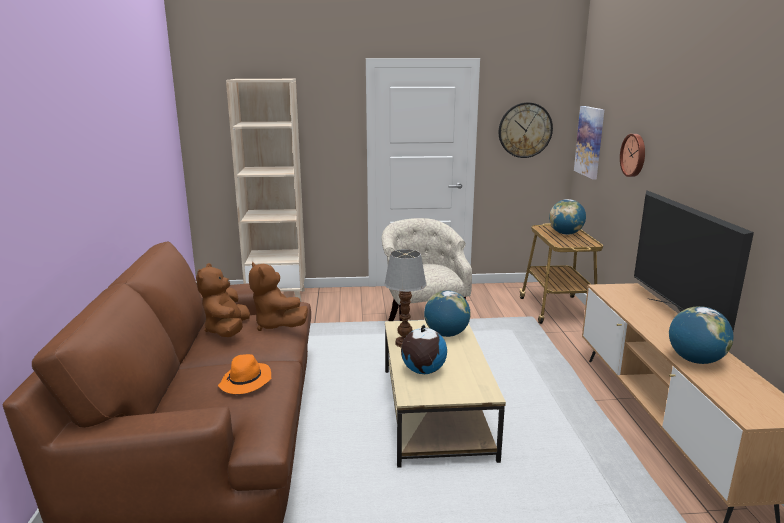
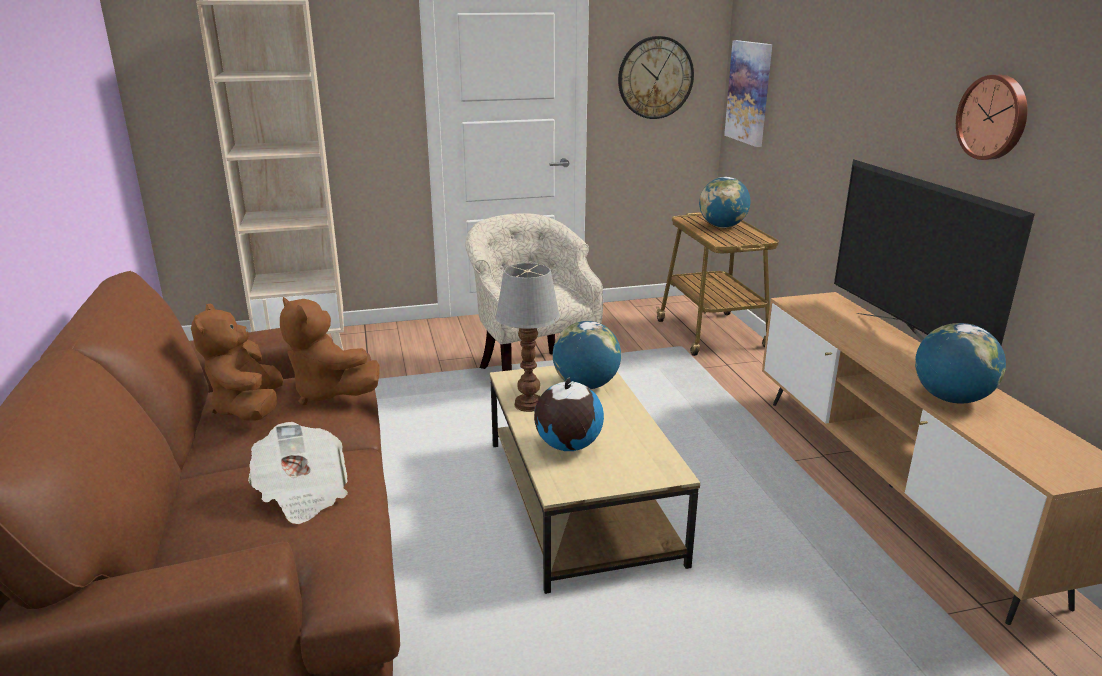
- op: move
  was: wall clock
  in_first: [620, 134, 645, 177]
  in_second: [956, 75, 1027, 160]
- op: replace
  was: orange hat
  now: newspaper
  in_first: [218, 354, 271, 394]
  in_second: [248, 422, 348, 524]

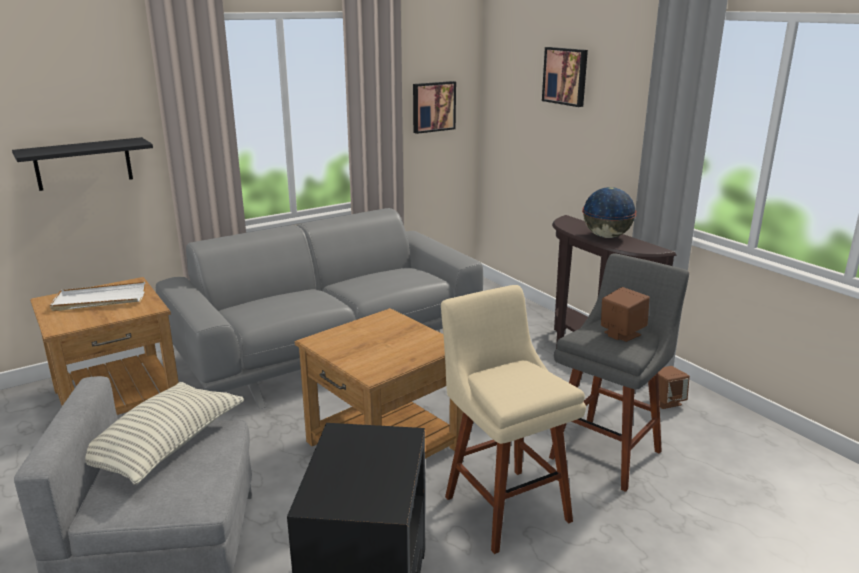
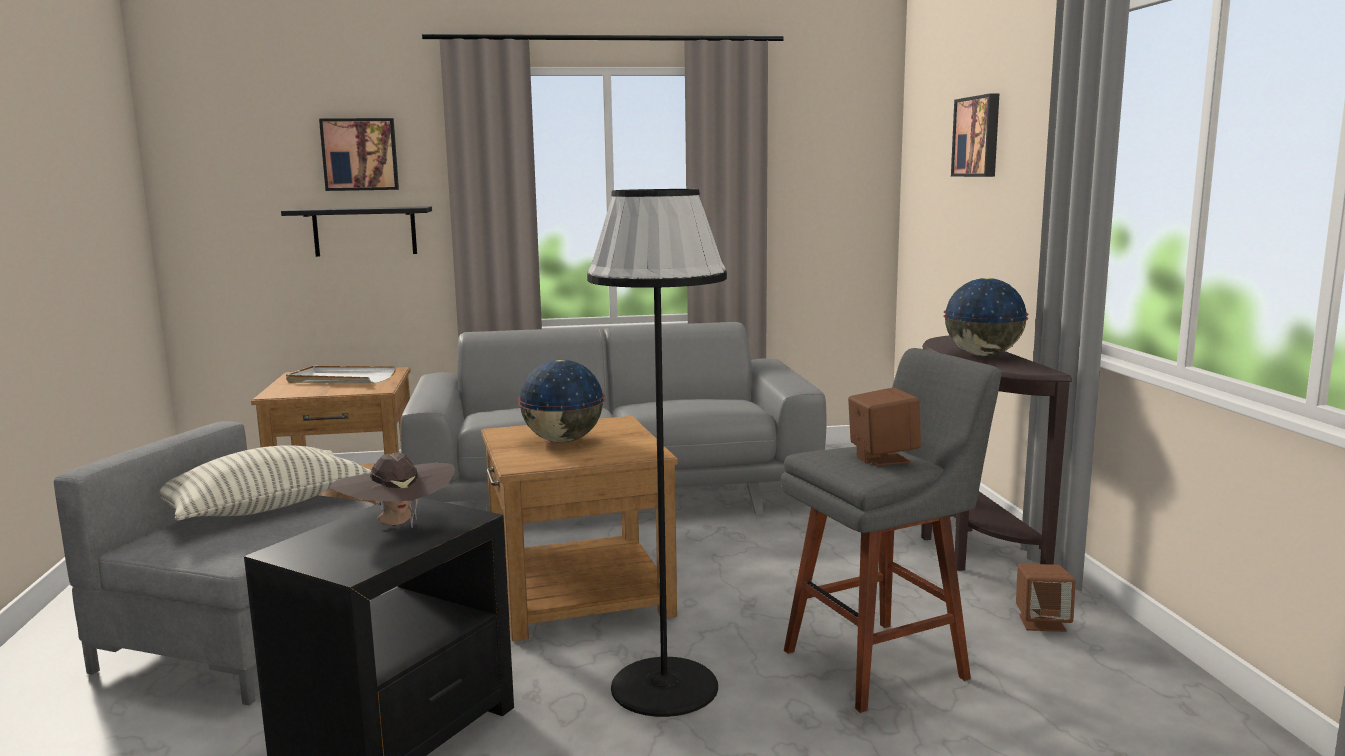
- op: insert
  now: brown hat
  in_second: [330, 452, 455, 527]
- op: insert
  now: globe
  in_second: [518, 359, 605, 442]
- op: move
  was: picture
  in_first: [413, 81, 456, 134]
  in_second: [319, 118, 399, 191]
- op: replace
  was: beige stool
  now: black floor lamp
  in_first: [441, 285, 586, 554]
  in_second: [587, 189, 727, 717]

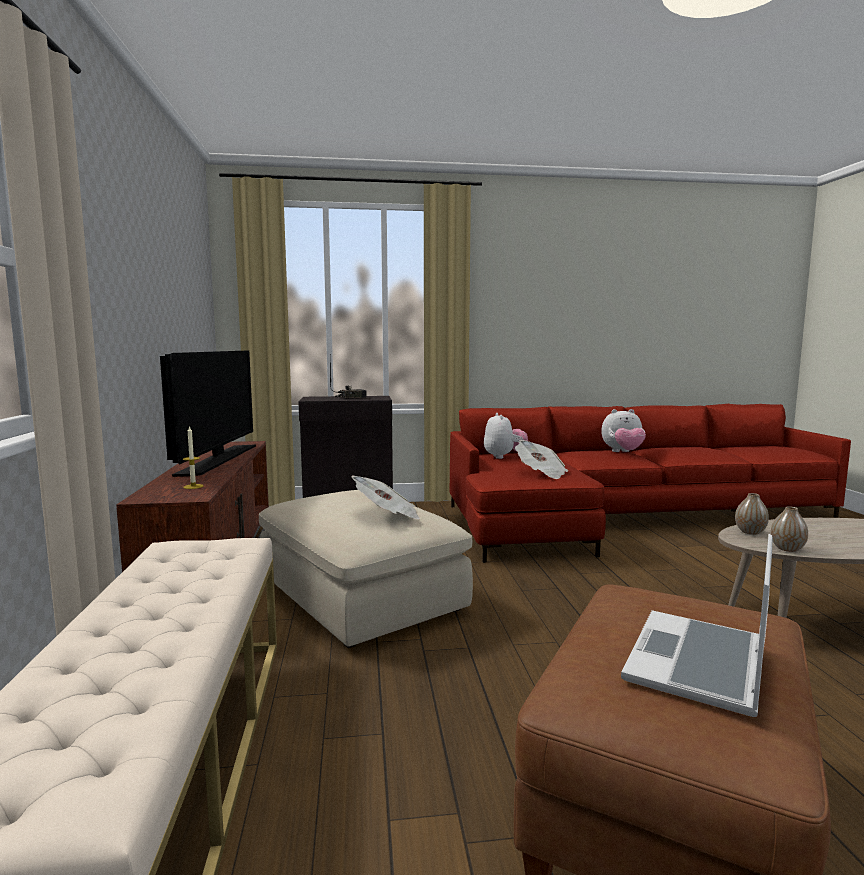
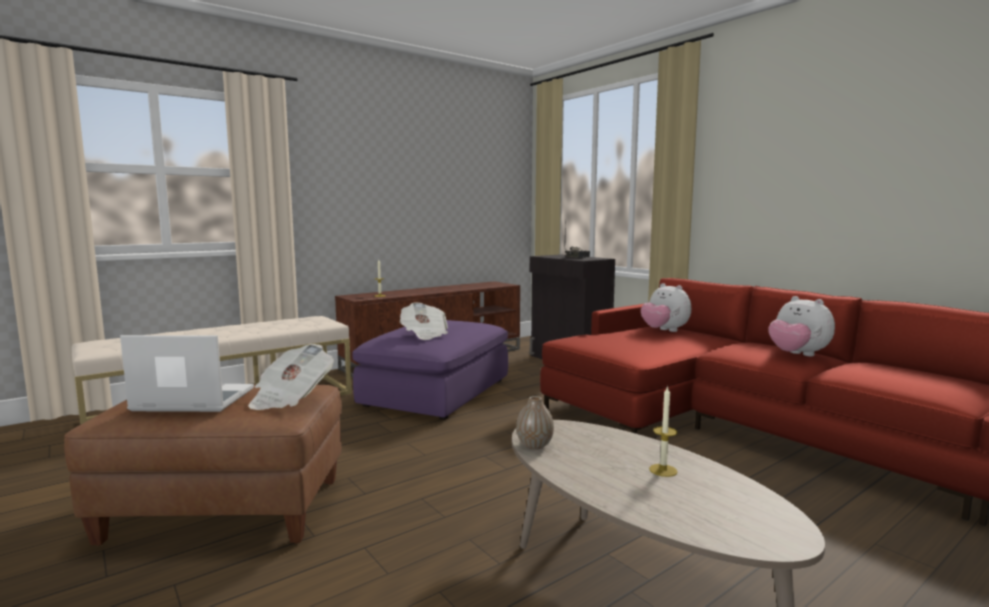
- op: delete
  was: television
  in_first: [160, 350, 256, 477]
- op: delete
  was: vase
  in_first: [735, 493, 769, 535]
- op: insert
  now: candle
  in_second: [649, 386, 677, 477]
- op: move
  was: newspaper
  in_first: [515, 440, 568, 479]
  in_second: [248, 344, 334, 410]
- op: recolor
  was: beige ottoman
  now: purple ottoman
  in_first: [259, 490, 473, 648]
  in_second: [352, 320, 508, 420]
- op: rotate
  was: plush toy
  in_first: [484, 413, 528, 459]
  in_second: [641, 283, 691, 332]
  clockwise: 90

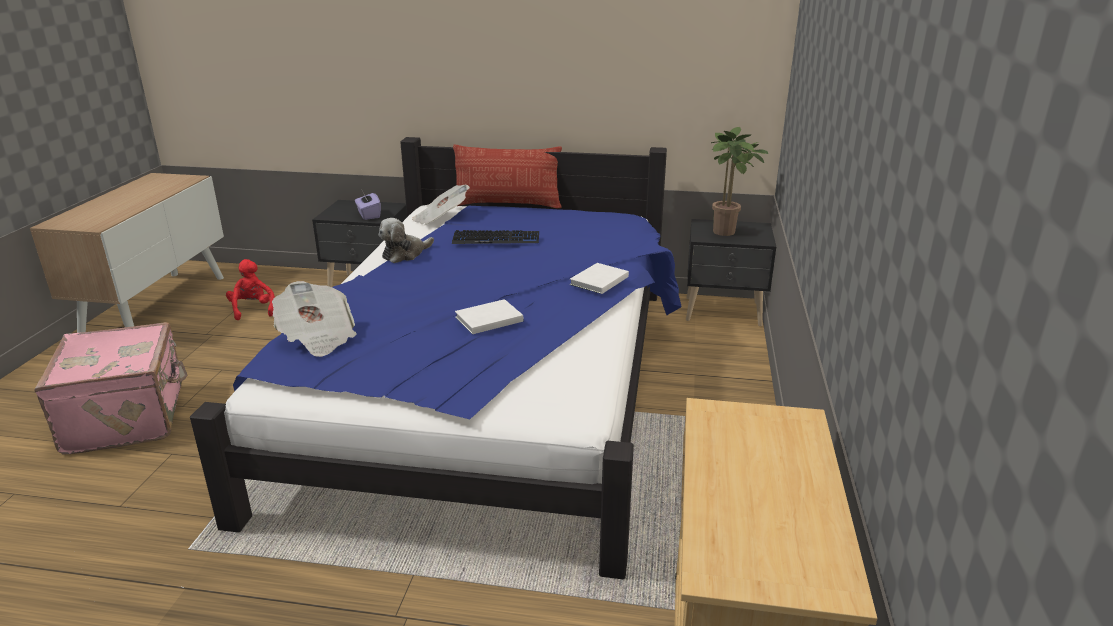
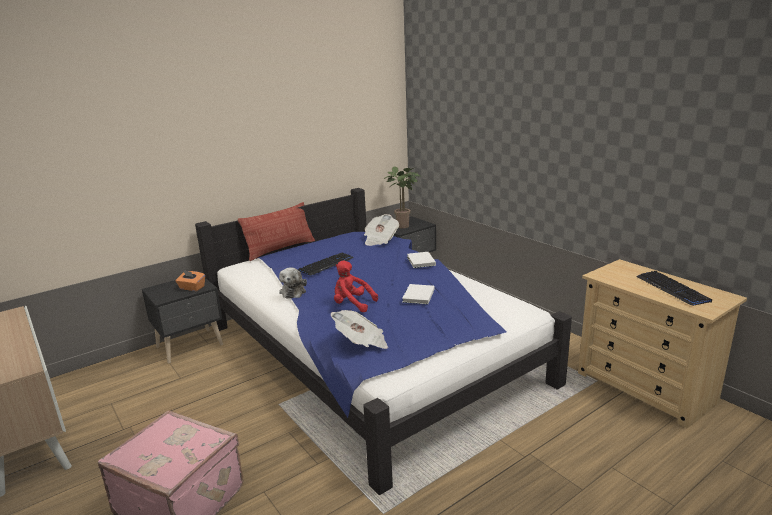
- op: insert
  now: keyboard
  in_second: [636, 271, 712, 306]
- op: move
  was: red plush toy
  in_first: [226, 259, 275, 320]
  in_second: [334, 261, 378, 312]
- op: move
  was: newspaper
  in_first: [412, 185, 470, 225]
  in_second: [364, 214, 399, 246]
- op: recolor
  was: purple tissue box
  now: orange tissue box
  in_first: [355, 193, 381, 220]
  in_second: [175, 270, 205, 291]

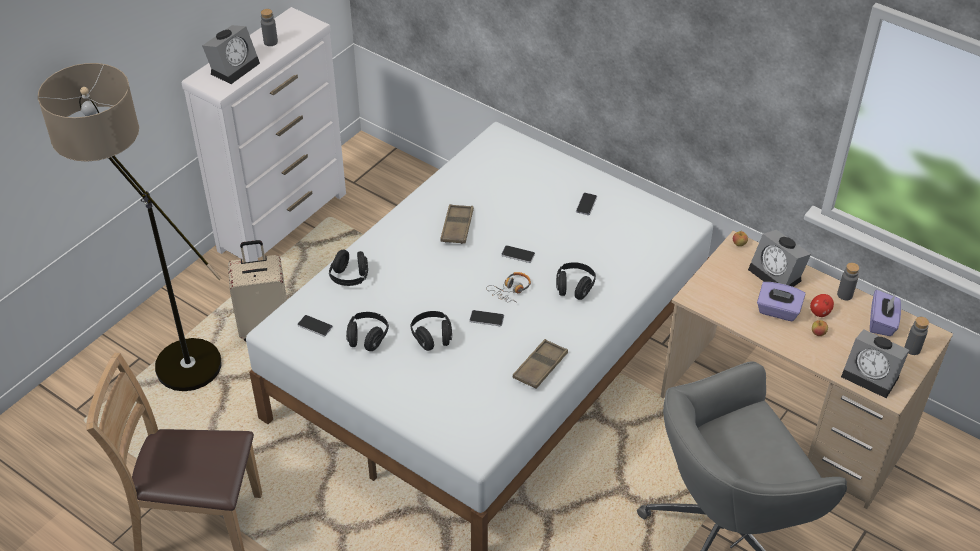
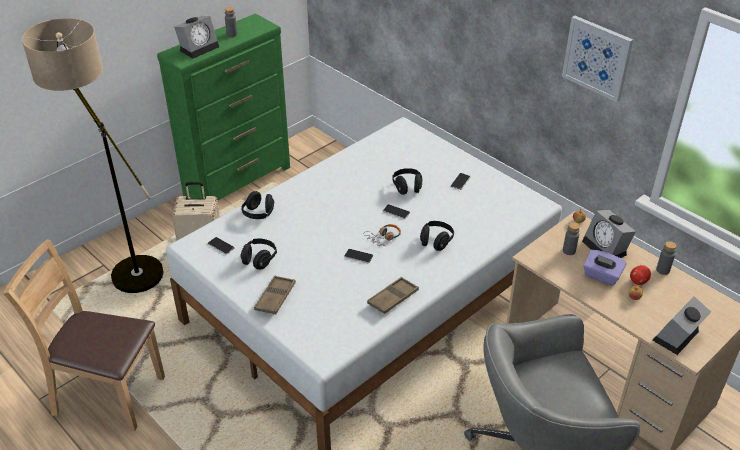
- op: delete
  was: purple tissue box
  in_first: [870, 290, 901, 336]
- op: insert
  now: picture
  in_second: [562, 16, 633, 102]
- op: move
  was: black headphones
  in_first: [410, 311, 452, 351]
  in_second: [392, 168, 422, 195]
- op: move
  was: brown tray
  in_first: [440, 204, 474, 244]
  in_second: [254, 276, 296, 314]
- op: move
  was: grey bottle
  in_first: [904, 317, 929, 355]
  in_second: [563, 222, 580, 255]
- op: recolor
  was: white dresser
  now: green dresser
  in_first: [182, 7, 346, 262]
  in_second: [157, 13, 290, 201]
- op: rotate
  was: alarm clock
  in_first: [841, 329, 909, 398]
  in_second: [653, 297, 711, 355]
  clockwise: 90

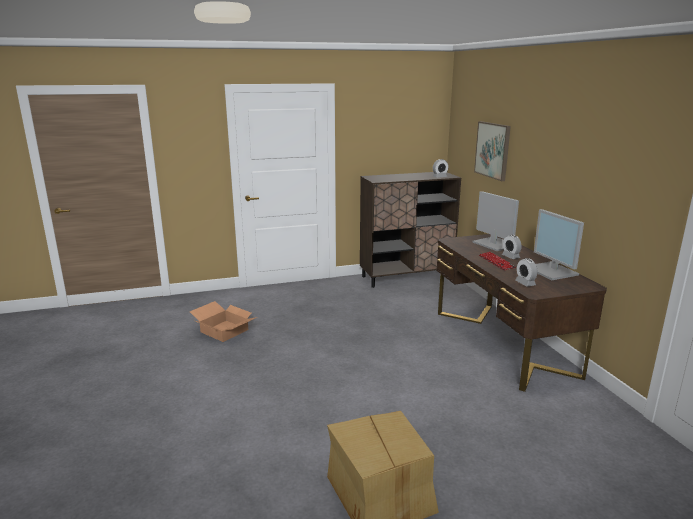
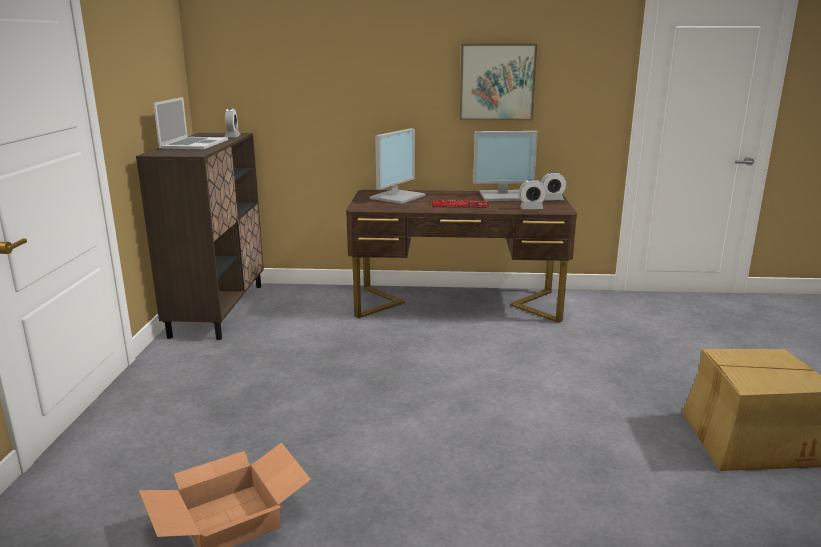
- op: insert
  now: laptop
  in_second: [153, 97, 228, 149]
- op: move
  was: picture
  in_first: [474, 121, 511, 181]
  in_second: [460, 44, 537, 120]
- op: move
  was: alarm clock
  in_first: [502, 235, 522, 259]
  in_second: [541, 172, 566, 201]
- op: rotate
  was: monitor
  in_first: [472, 191, 519, 251]
  in_second: [370, 128, 426, 204]
  clockwise: 135

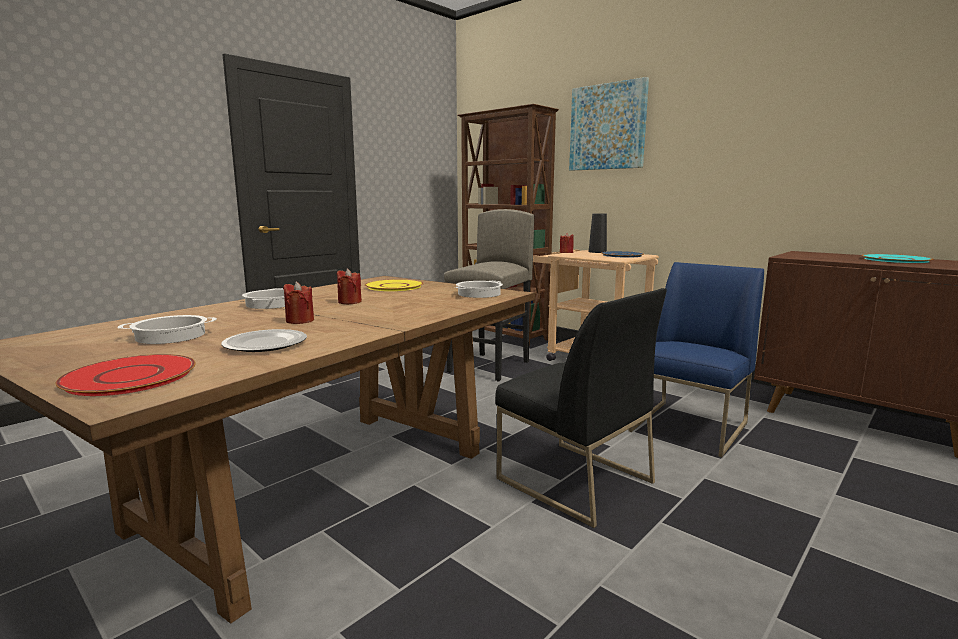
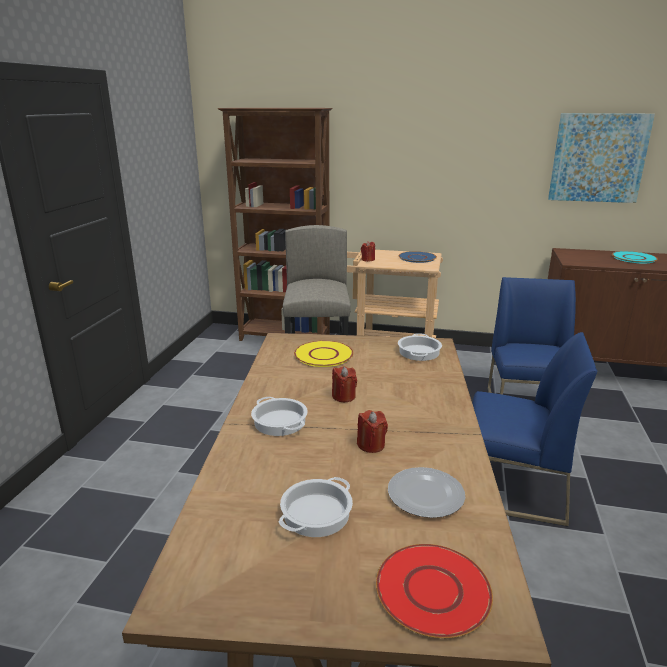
- op: delete
  was: black vase
  in_first: [589, 213, 607, 253]
- op: move
  was: picture
  in_first: [569, 77, 649, 171]
  in_second: [548, 113, 655, 203]
- op: recolor
  was: black chair
  now: blue chair
  in_first: [495, 288, 667, 528]
  in_second: [473, 332, 598, 526]

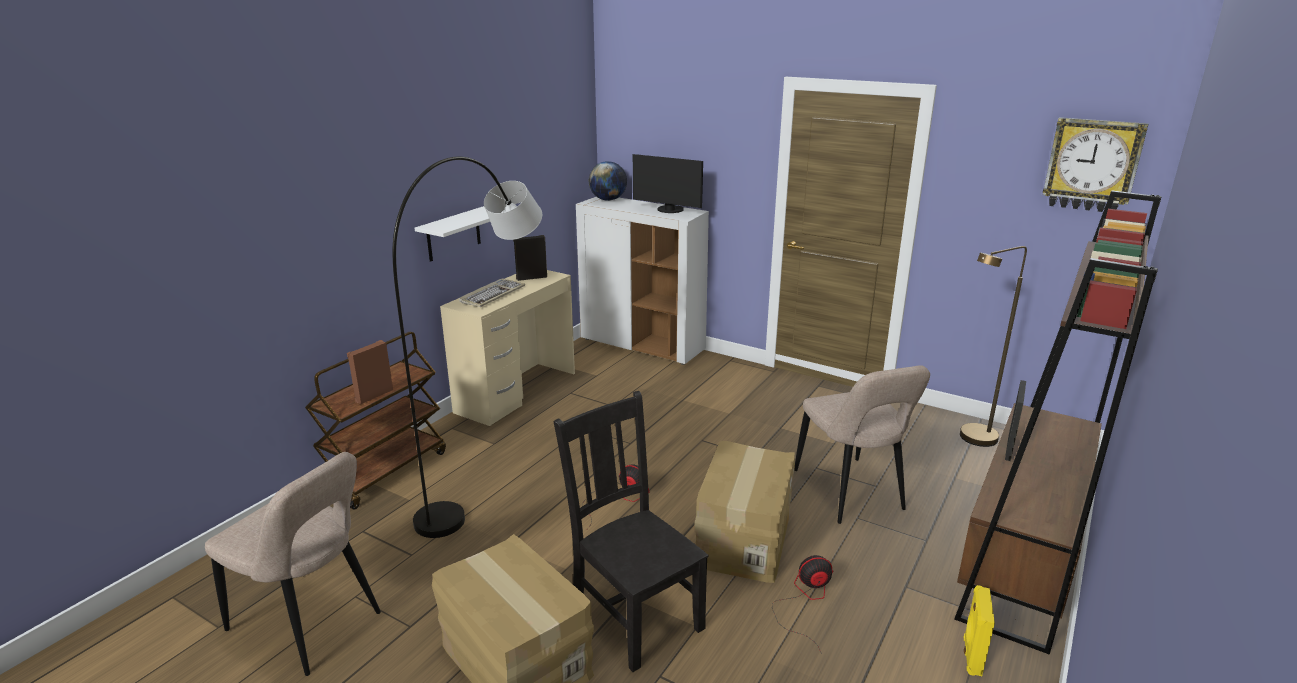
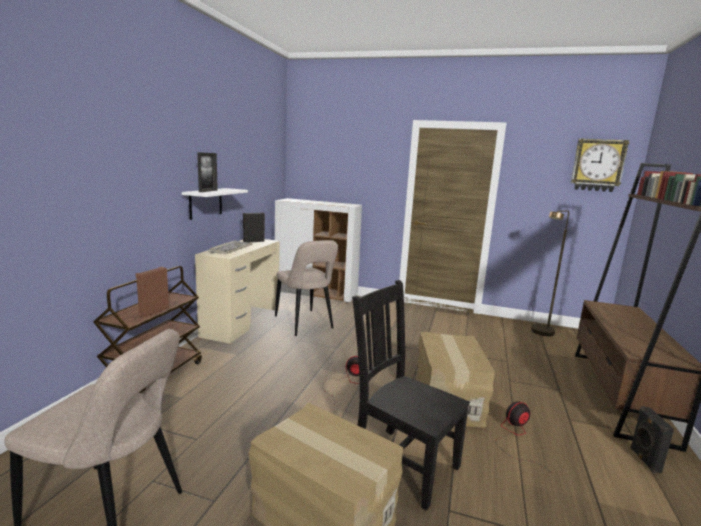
- op: delete
  was: grey floor lamp
  in_first: [393, 157, 542, 538]
- op: delete
  was: globe
  in_first: [589, 161, 627, 201]
- op: delete
  was: monitor
  in_first: [633, 154, 703, 213]
- op: move
  was: beige chair
  in_first: [794, 365, 930, 524]
  in_second: [275, 240, 338, 336]
- op: move
  was: picture frame
  in_first: [1005, 380, 1026, 461]
  in_second: [197, 152, 218, 192]
- op: recolor
  was: yellow speaker
  now: black speaker
  in_first: [964, 585, 995, 676]
  in_second: [630, 406, 674, 473]

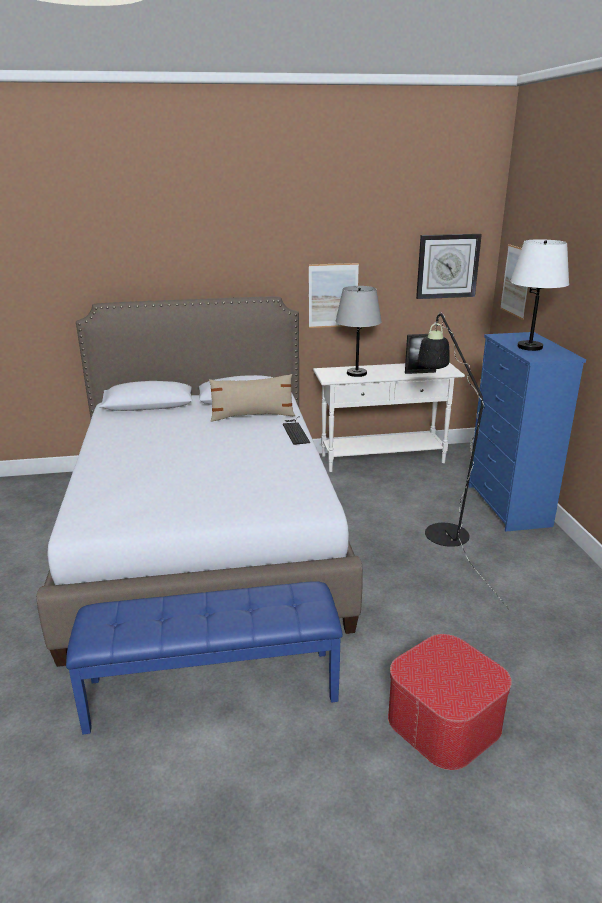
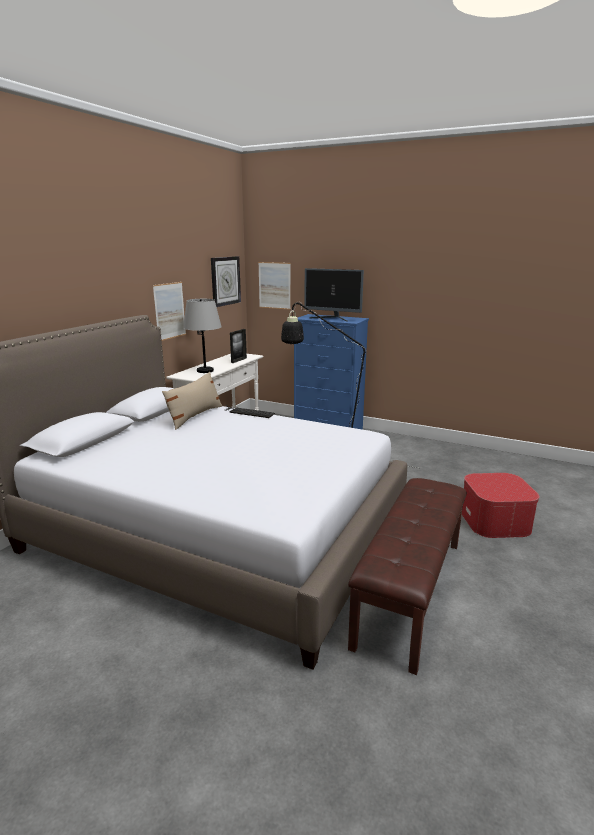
- op: replace
  was: white table lamp
  now: monitor
  in_first: [510, 239, 569, 351]
  in_second: [304, 268, 364, 322]
- op: recolor
  was: blue bench
  now: brown bench
  in_first: [66, 581, 343, 734]
  in_second: [348, 478, 467, 675]

